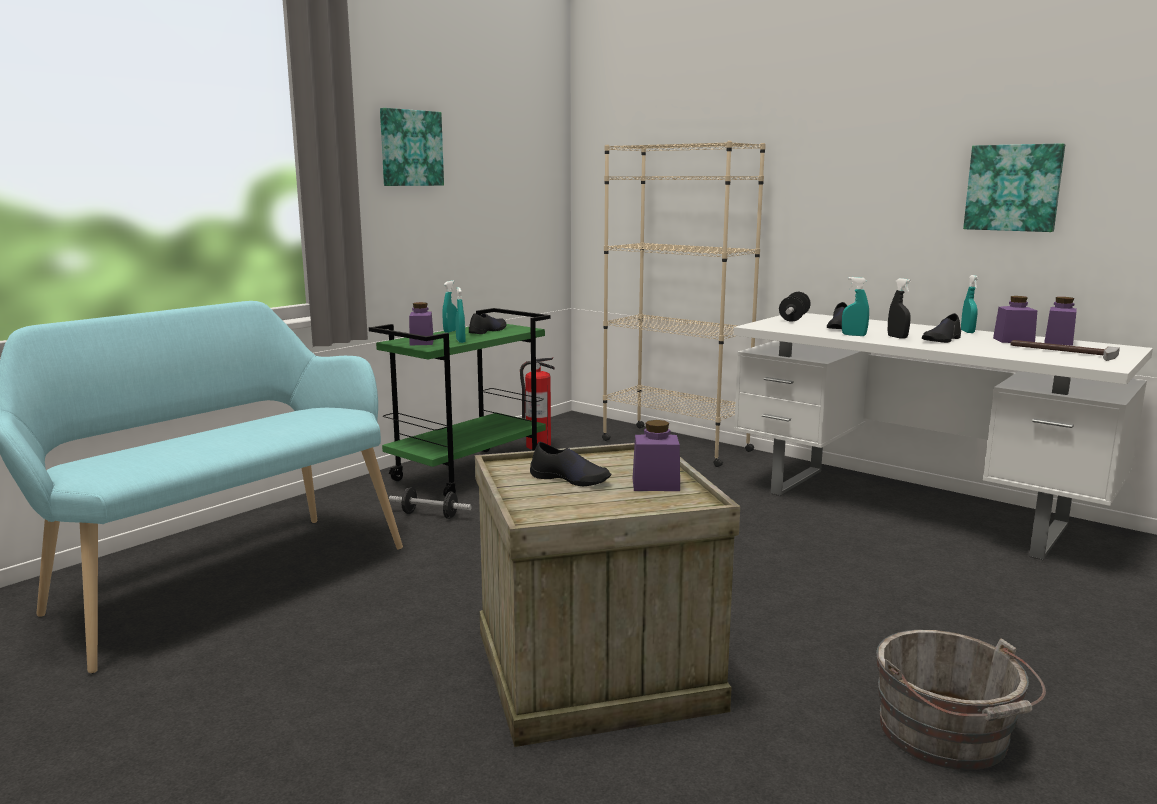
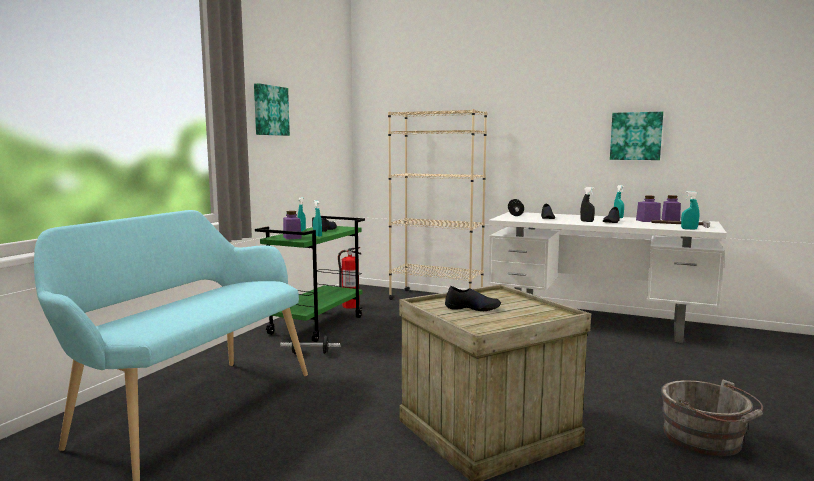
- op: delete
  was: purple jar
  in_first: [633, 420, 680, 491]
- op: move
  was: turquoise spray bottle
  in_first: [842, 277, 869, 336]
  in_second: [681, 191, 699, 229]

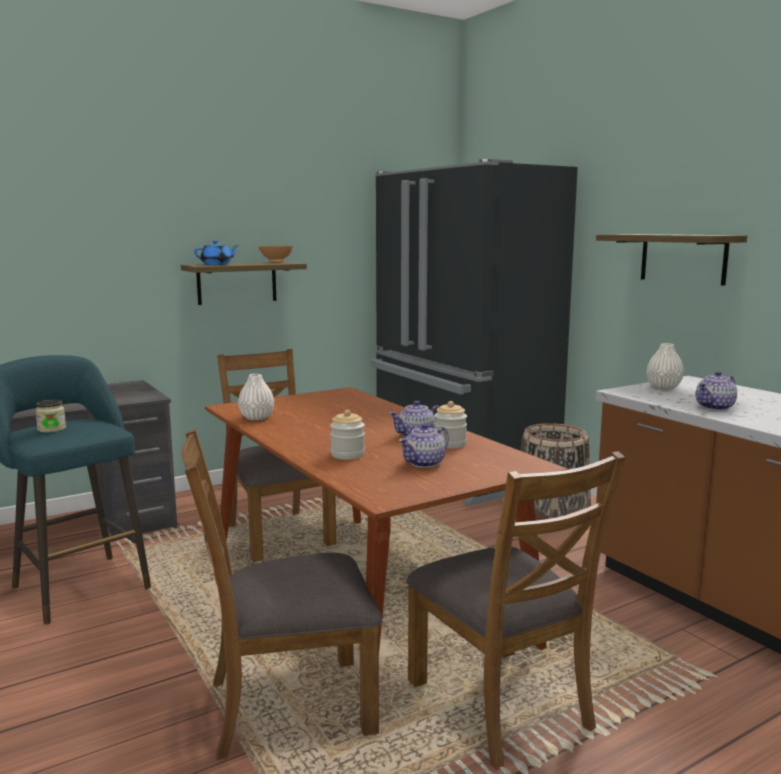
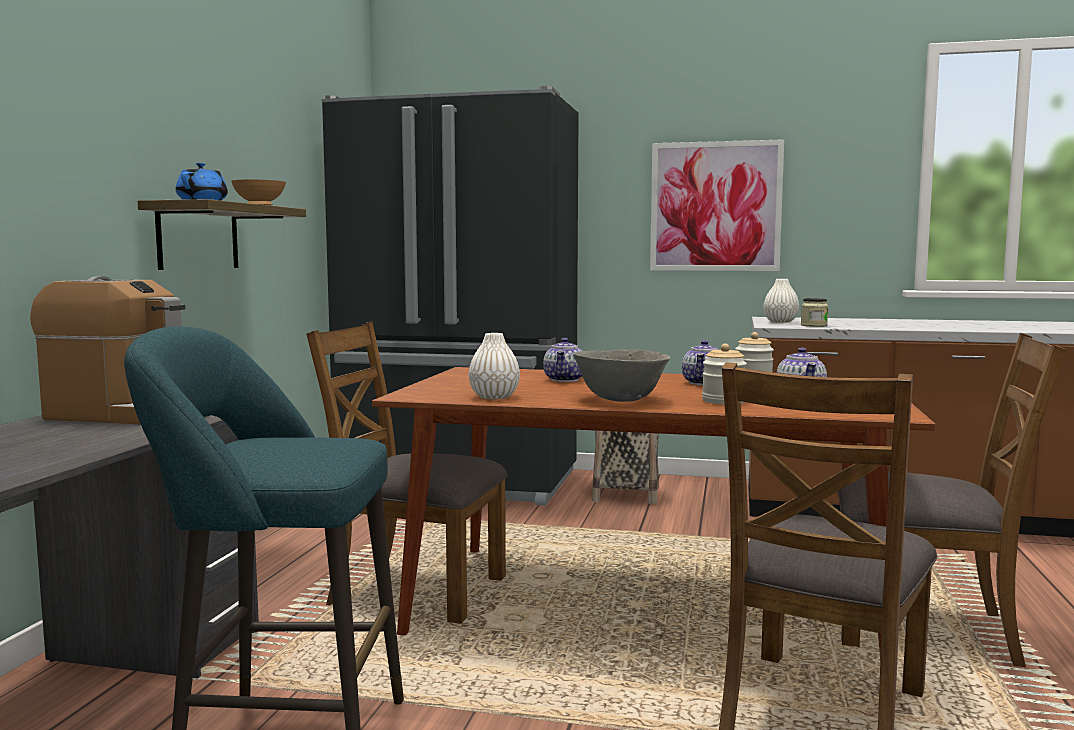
- op: insert
  now: coffee machine
  in_second: [30, 276, 186, 424]
- op: insert
  now: grey bowl
  in_second: [573, 349, 670, 402]
- op: move
  was: jar
  in_first: [35, 400, 66, 433]
  in_second: [801, 298, 828, 327]
- op: move
  was: teapot
  in_first: [696, 371, 737, 411]
  in_second: [543, 338, 582, 382]
- op: replace
  was: shelf
  now: picture
  in_first: [596, 234, 747, 286]
  in_second: [650, 139, 784, 271]

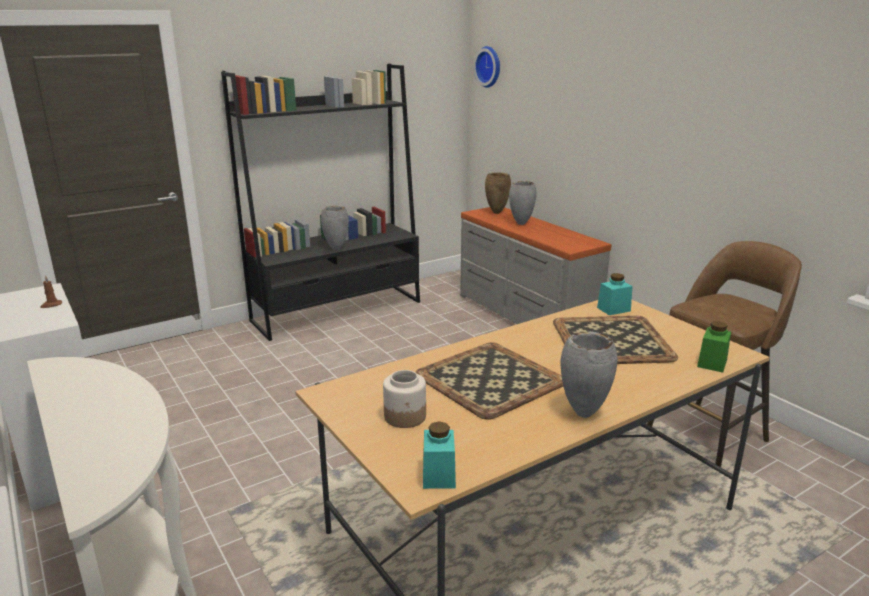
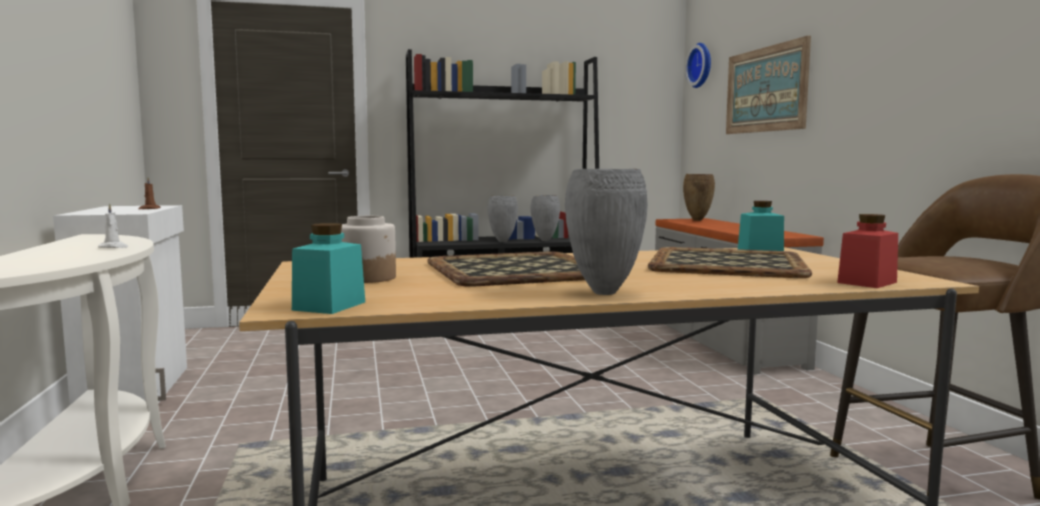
- op: insert
  now: white candle
  in_second: [98, 204, 128, 248]
- op: insert
  now: picture
  in_second: [726, 36, 811, 134]
- op: move
  was: grey vase
  in_first: [509, 181, 536, 225]
  in_second: [530, 195, 560, 241]
- op: recolor
  was: green jar
  now: red jar
  in_first: [697, 321, 731, 373]
  in_second: [837, 214, 898, 288]

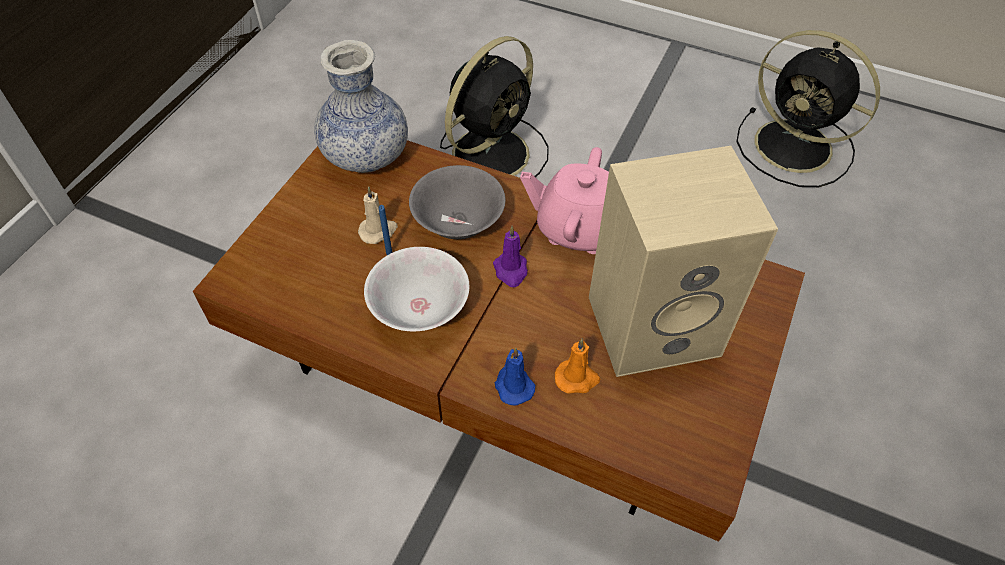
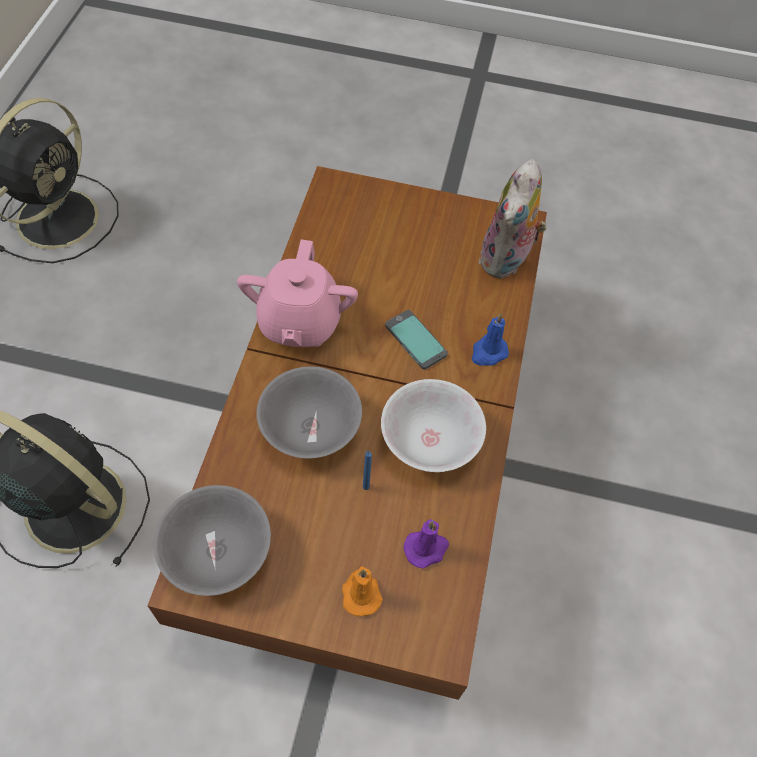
- op: delete
  was: beige candle
  in_first: [358, 187, 398, 244]
- op: delete
  was: beige speaker
  in_first: [589, 146, 778, 377]
- op: insert
  now: phone
  in_second: [385, 310, 448, 370]
- op: insert
  now: plush toy
  in_second: [478, 159, 546, 279]
- op: move
  was: purple candle
  in_first: [493, 226, 528, 287]
  in_second: [403, 519, 449, 569]
- op: move
  was: orange candle
  in_first: [555, 339, 600, 394]
  in_second: [342, 566, 383, 617]
- op: replace
  was: vase
  now: grey bowl
  in_first: [314, 40, 408, 173]
  in_second: [154, 485, 271, 596]

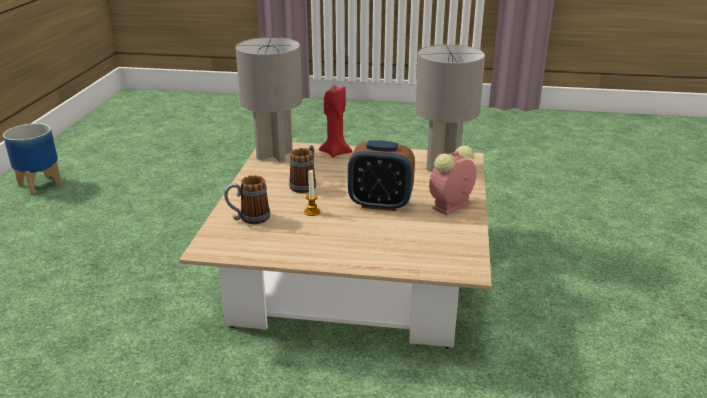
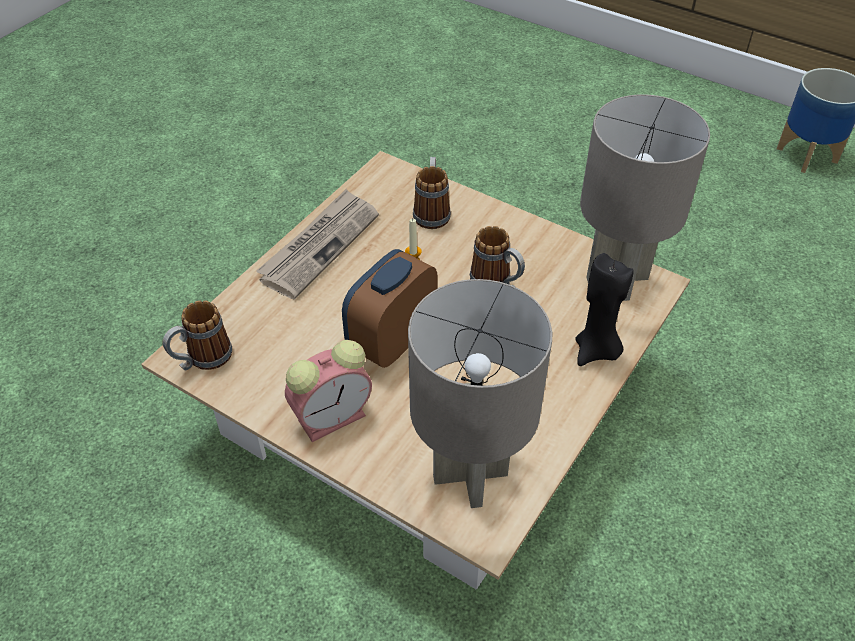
- op: insert
  now: mug
  in_second: [163, 300, 232, 370]
- op: insert
  now: newspaper
  in_second: [256, 189, 379, 299]
- op: recolor
  was: red candle
  now: black candle
  in_first: [319, 85, 352, 157]
  in_second: [575, 253, 634, 366]
- op: rotate
  was: alarm clock
  in_first: [429, 146, 477, 215]
  in_second: [285, 340, 372, 442]
  clockwise: 75

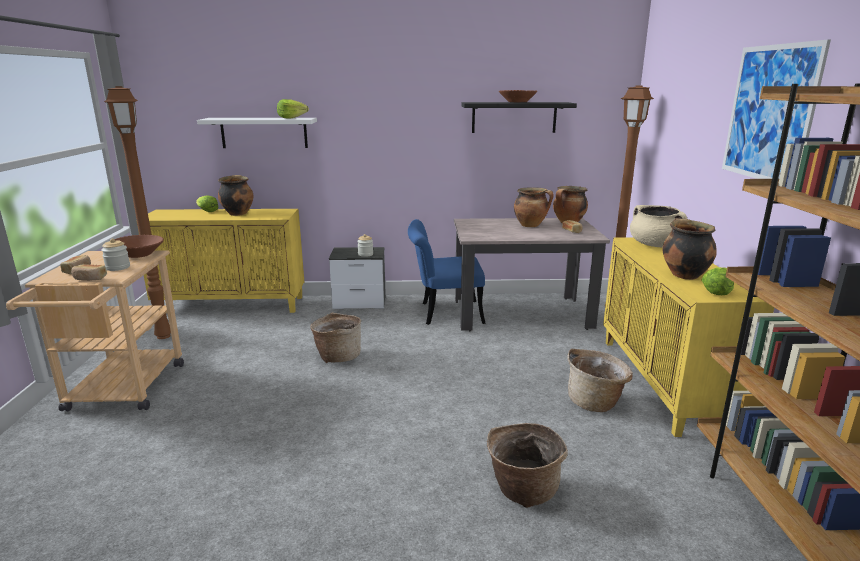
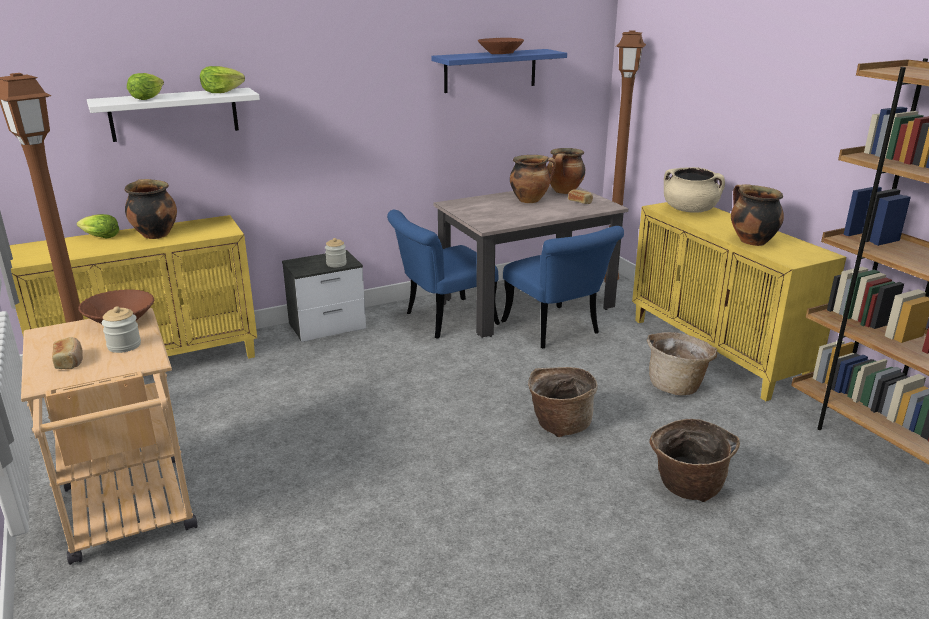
- op: delete
  was: bread
  in_first: [71, 264, 107, 281]
- op: delete
  was: picture
  in_first: [722, 40, 831, 179]
- op: insert
  now: blue chair
  in_second: [501, 226, 624, 348]
- op: move
  was: basket
  in_first: [310, 312, 361, 363]
  in_second: [528, 367, 598, 437]
- op: move
  was: lettuce
  in_first: [701, 267, 734, 295]
  in_second: [127, 73, 164, 100]
- op: recolor
  was: black shelf
  now: blue shelf
  in_first: [462, 102, 577, 133]
  in_second: [431, 49, 567, 93]

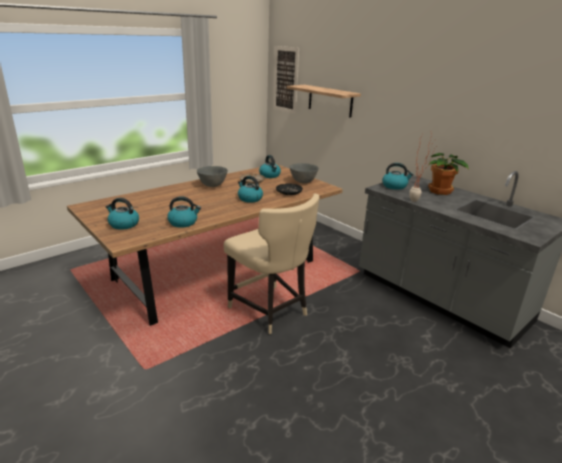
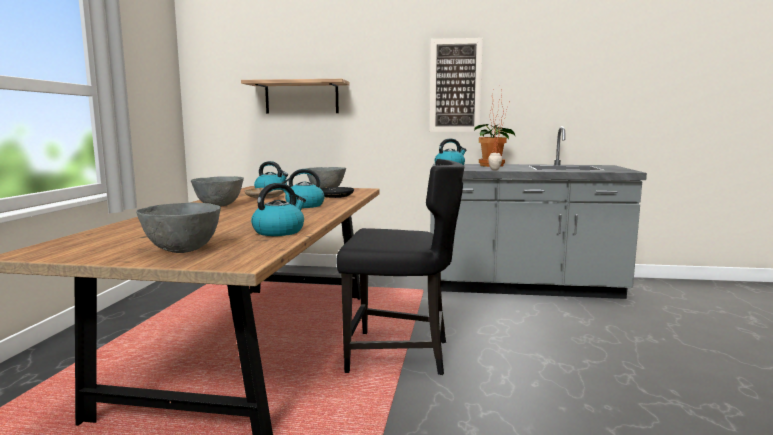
- op: move
  was: picture
  in_first: [273, 46, 299, 114]
  in_second: [430, 38, 483, 132]
- op: replace
  was: kettle
  now: grey bowl
  in_first: [106, 198, 139, 230]
  in_second: [136, 203, 221, 253]
- op: recolor
  was: beige chair
  now: black chair
  in_first: [223, 194, 319, 334]
  in_second: [336, 159, 464, 375]

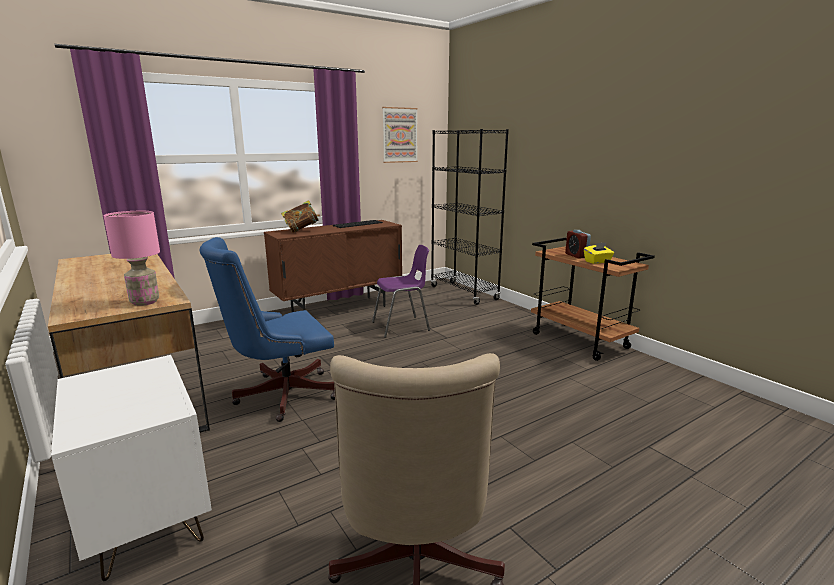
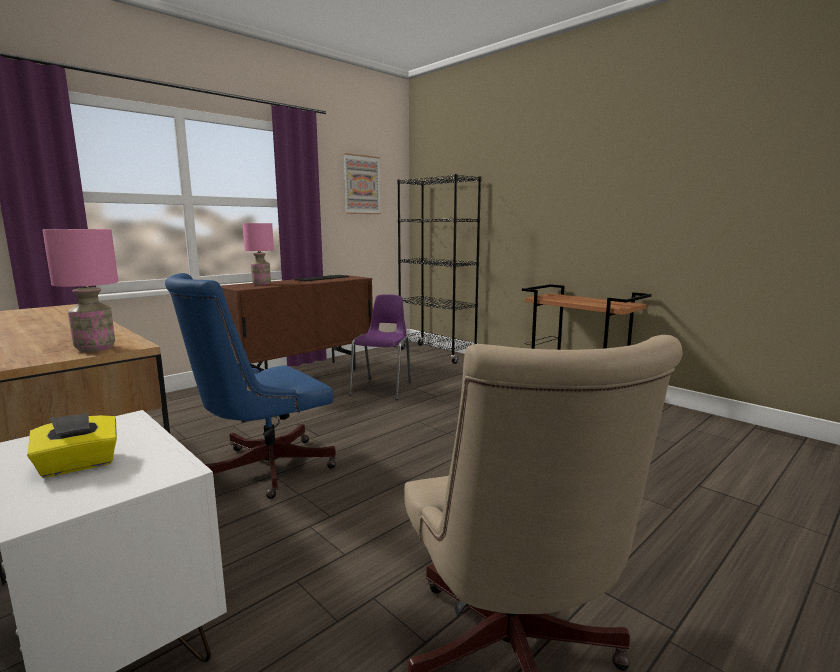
- op: delete
  was: alarm clock
  in_first: [565, 230, 591, 259]
- op: move
  was: yellow tissue box
  in_first: [584, 242, 614, 264]
  in_second: [27, 413, 117, 478]
- op: replace
  was: book
  now: pink table lamp
  in_first: [281, 200, 321, 233]
  in_second: [243, 223, 274, 285]
- op: rotate
  was: purple chair
  in_first: [372, 245, 430, 338]
  in_second: [349, 294, 411, 400]
  clockwise: -45

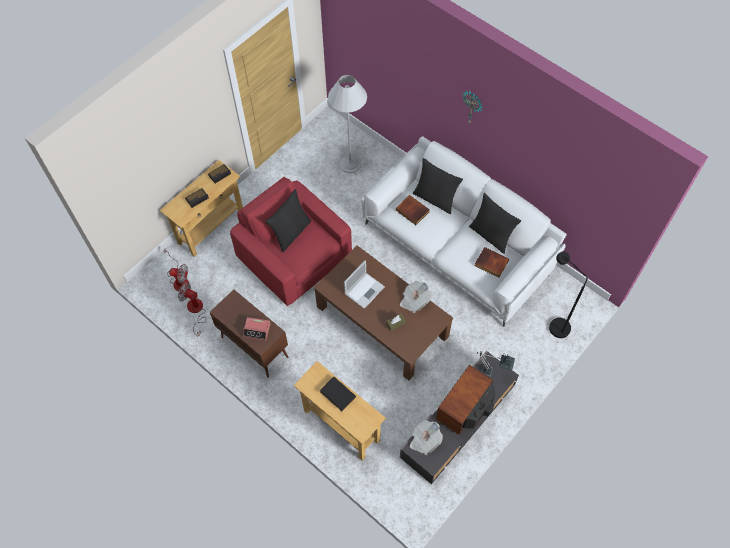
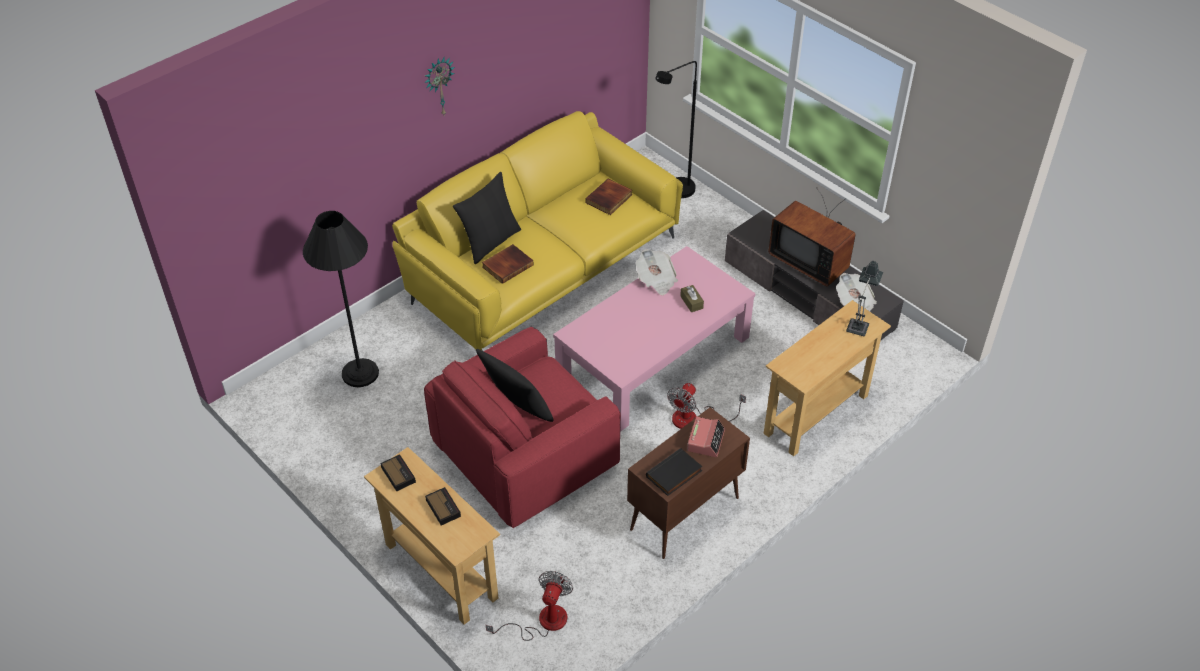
- op: delete
  was: laptop
  in_first: [344, 260, 385, 309]
- op: delete
  was: black pillow
  in_first: [469, 193, 521, 254]
- op: move
  was: fan
  in_first: [178, 282, 206, 336]
  in_second: [667, 383, 746, 429]
- op: move
  was: black book
  in_first: [320, 377, 356, 411]
  in_second: [646, 448, 703, 496]
- op: move
  was: table lamp
  in_first: [477, 351, 515, 378]
  in_second: [846, 260, 883, 336]
- op: recolor
  was: brown coffee table
  now: pink coffee table
  in_first: [314, 245, 453, 381]
  in_second: [553, 246, 755, 431]
- op: recolor
  was: white floor lamp
  now: black floor lamp
  in_first: [328, 75, 367, 173]
  in_second: [303, 211, 379, 387]
- op: recolor
  was: white sofa
  now: yellow sofa
  in_first: [361, 136, 567, 327]
  in_second: [392, 111, 683, 350]

